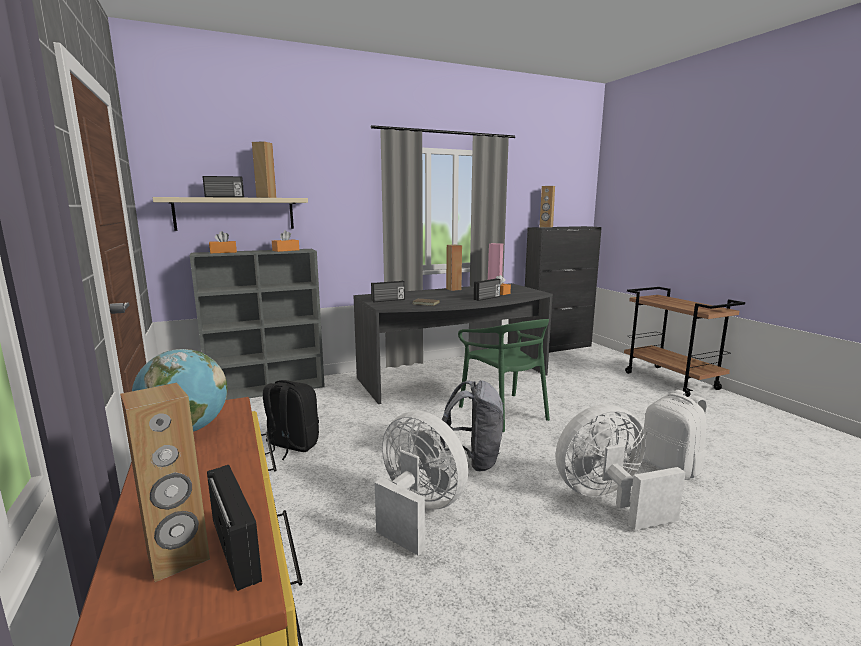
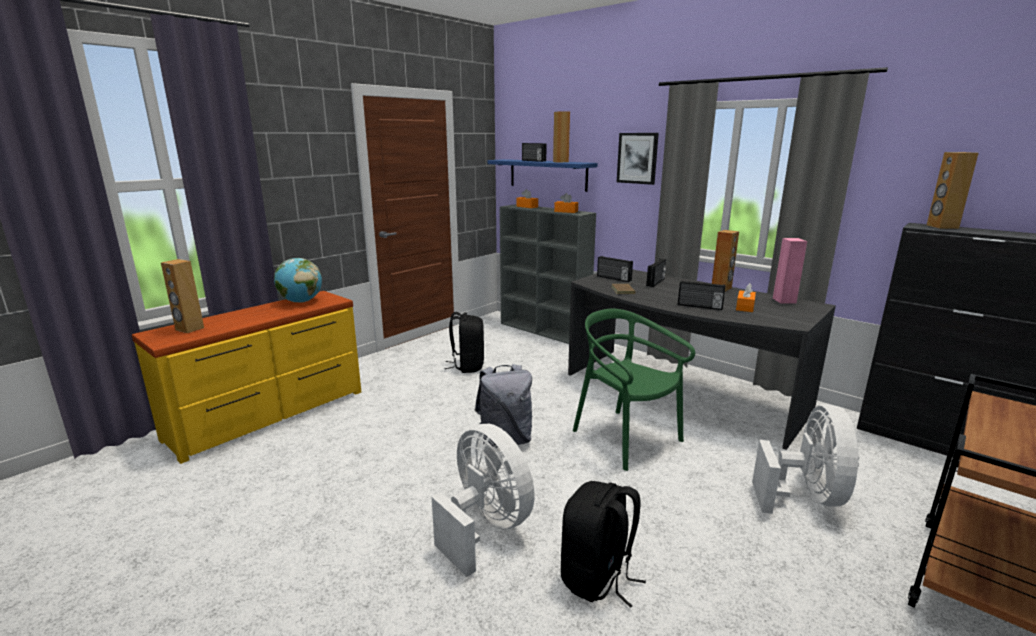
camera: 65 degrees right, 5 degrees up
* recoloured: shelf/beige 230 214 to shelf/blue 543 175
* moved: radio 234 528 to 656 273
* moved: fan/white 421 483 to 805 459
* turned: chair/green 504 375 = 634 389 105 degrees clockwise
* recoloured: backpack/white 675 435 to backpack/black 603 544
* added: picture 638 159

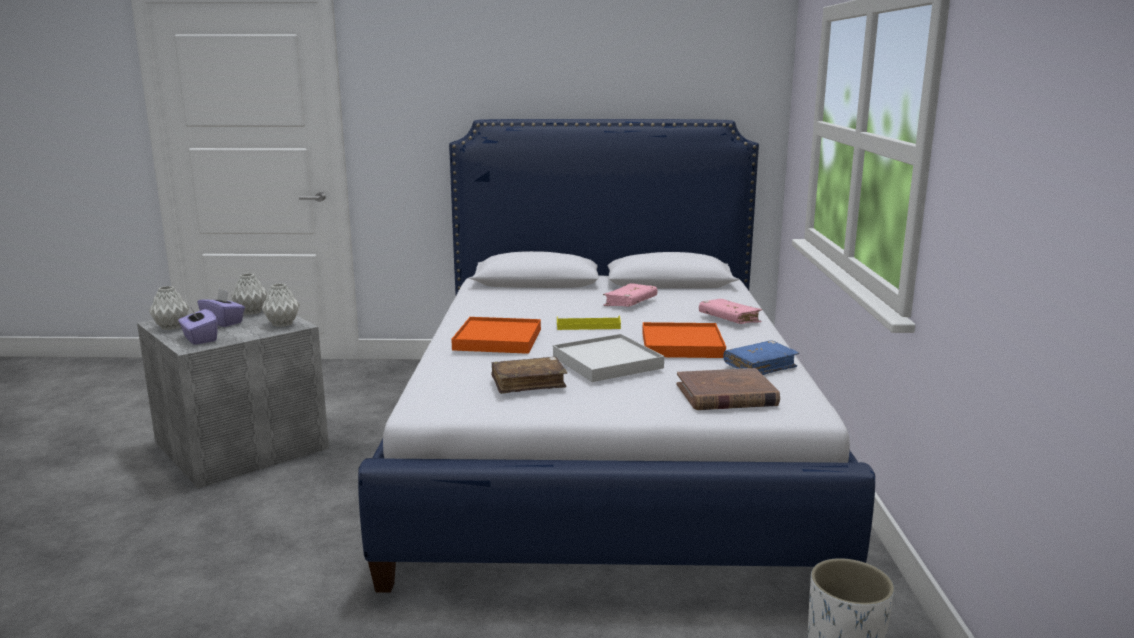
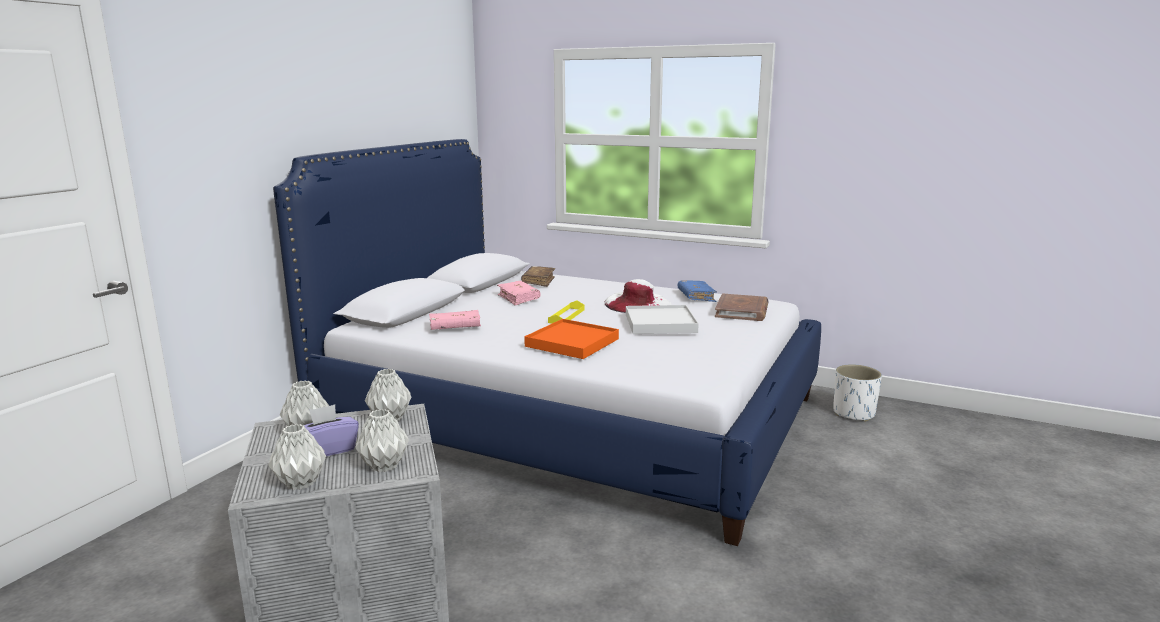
camera: 65 degrees left, 0 degrees up
* replaced: tissue box/purple 198 325 to vase/grey 382 440
* moved: book/brown 529 375 to 538 276
* replaced: tray/orange 684 340 to hat/white 638 296
* moved: book/pink 730 311 to 455 320

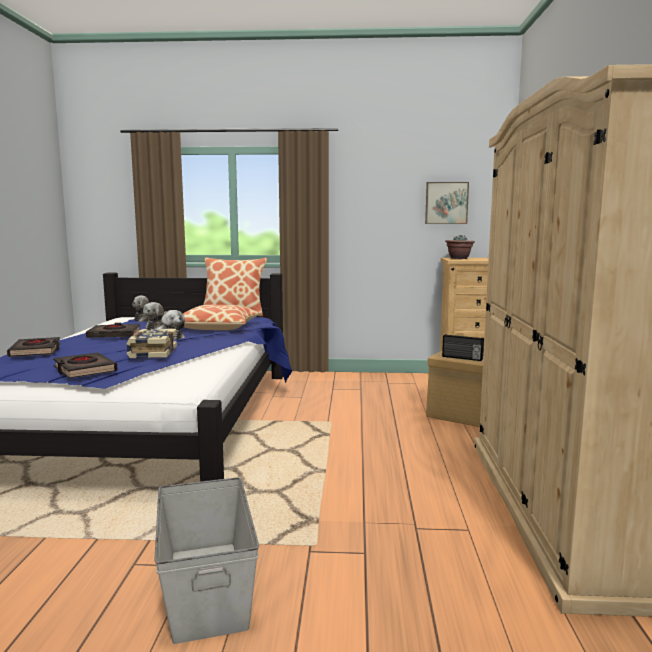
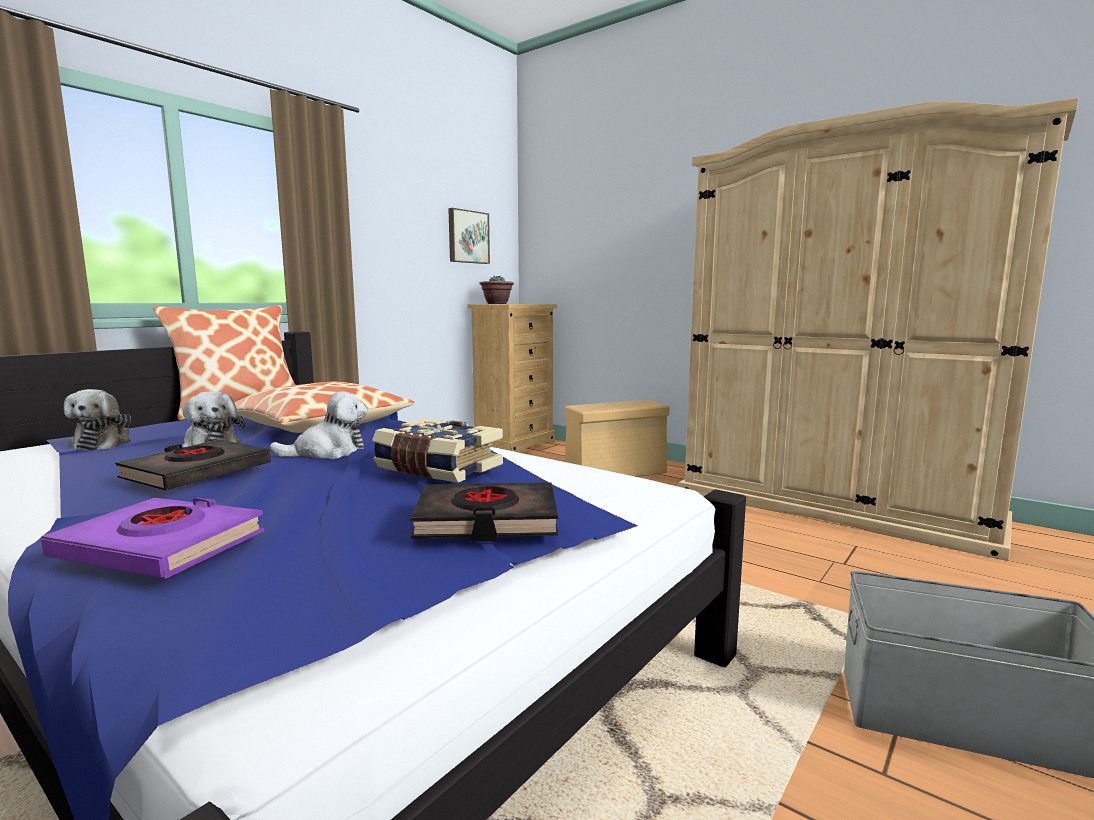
camera: 55 degrees left, 0 degrees up
* recoloured: book/black 34 347 to book/purple 152 538
* removed: radio 463 347

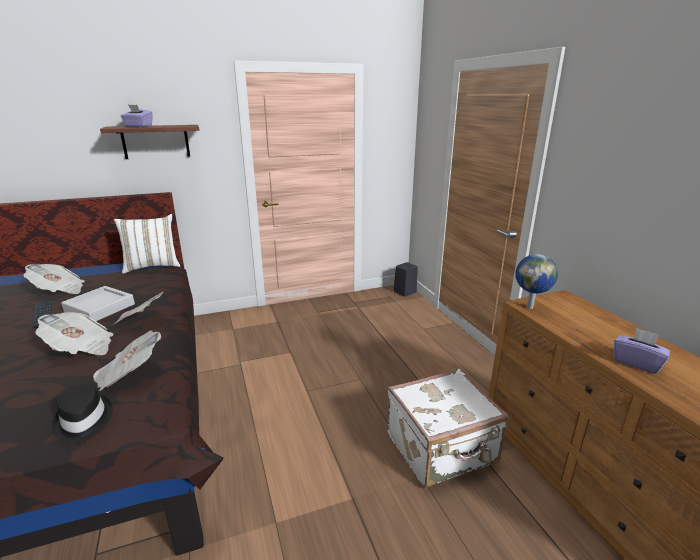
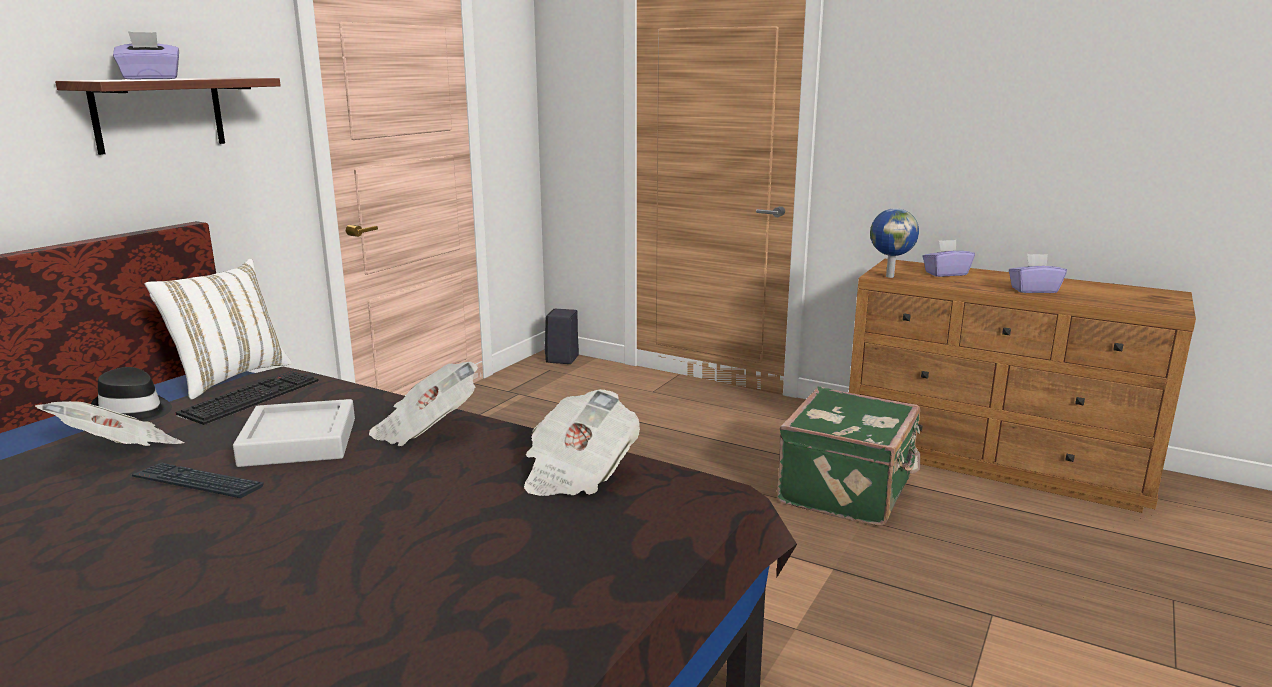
camera: 40 degrees left, 5 degrees down
* removed: newspaper 74 333
* moved: hat/black 82 413 to 131 394
* recoloured: suitcase/white 448 428 to suitcase/green 848 456
* added: keyboard 247 398
* added: tissue box/purple 948 258

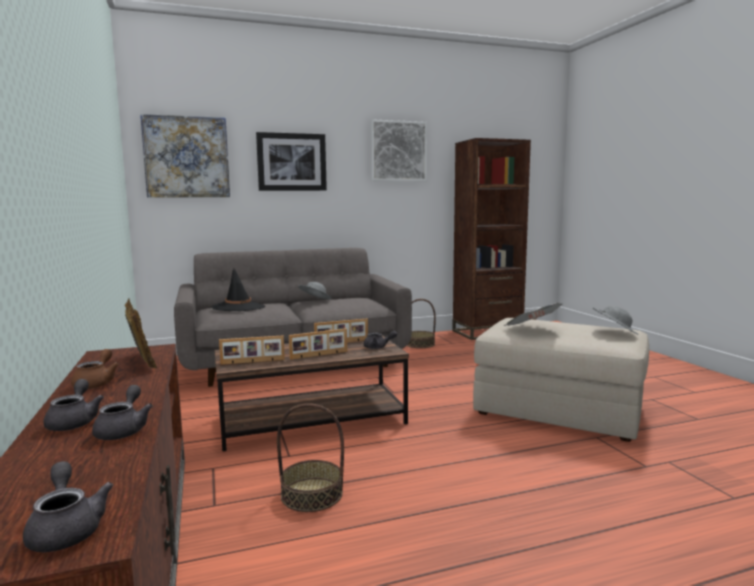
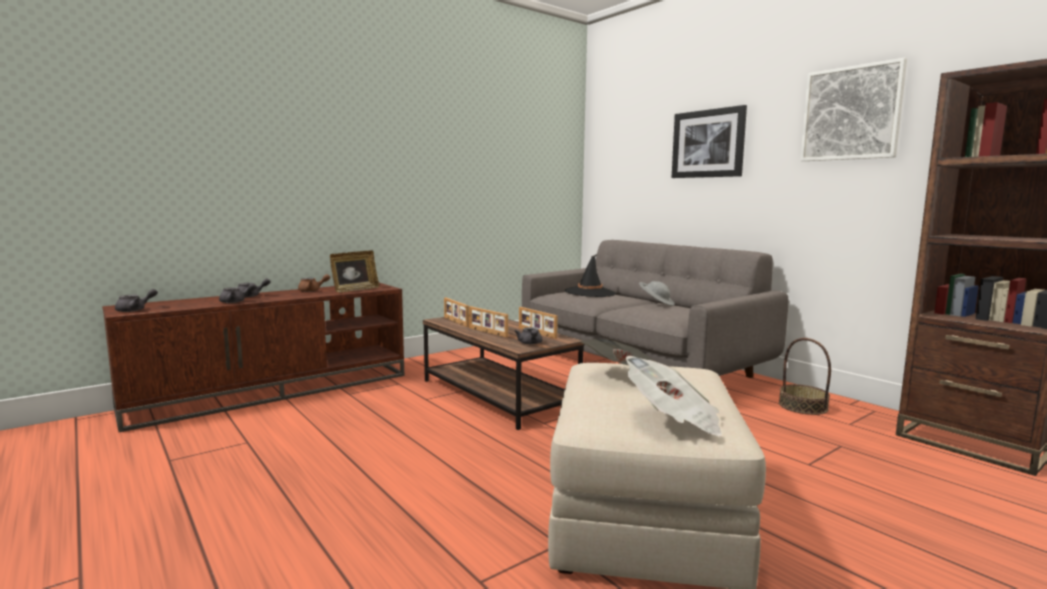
camera: 70 degrees right, 0 degrees up
* removed: picture 185 156
* removed: basket 310 457
* replaced: hat/grey 615 320 to newspaper 674 396

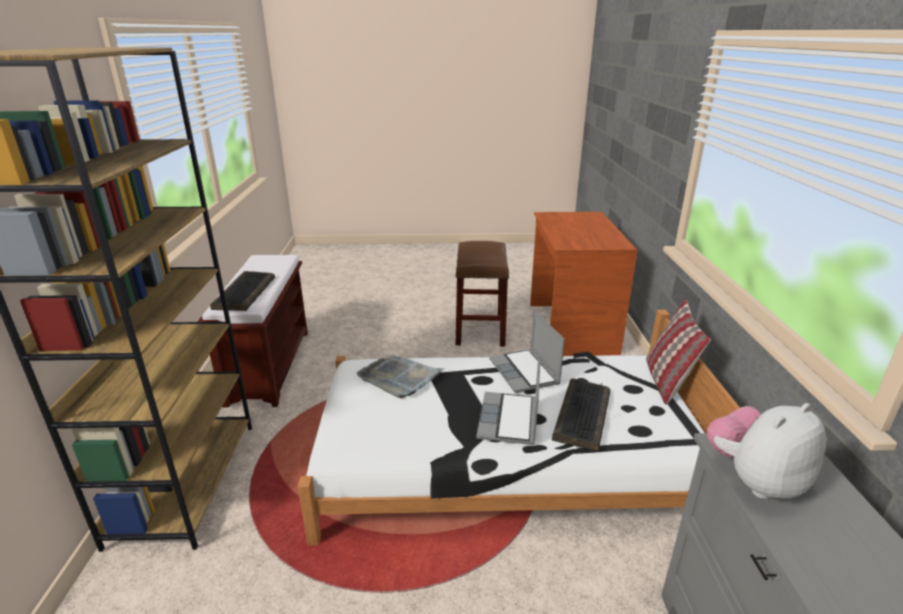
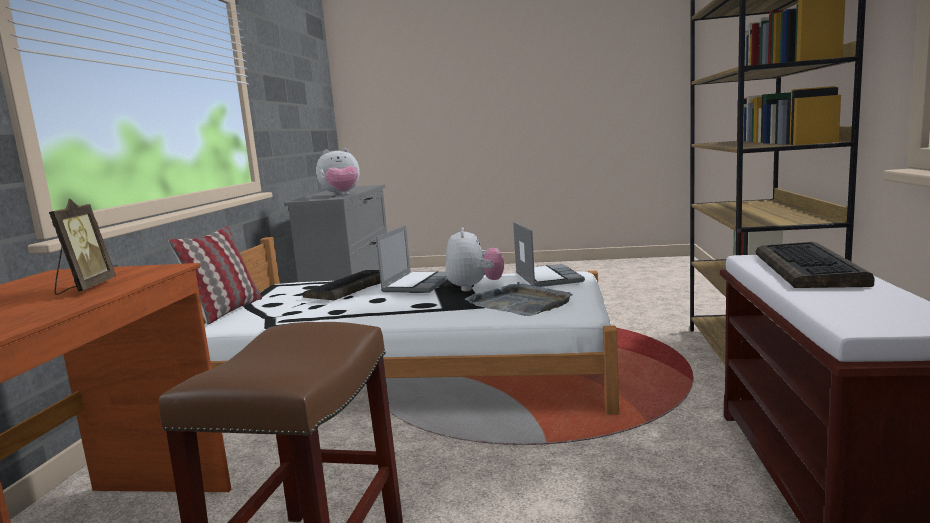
camera: 170 degrees left, 15 degrees down
* moved: laptop 527 351 to 549 254
* added: picture frame 82 246
* added: plush toy 474 259

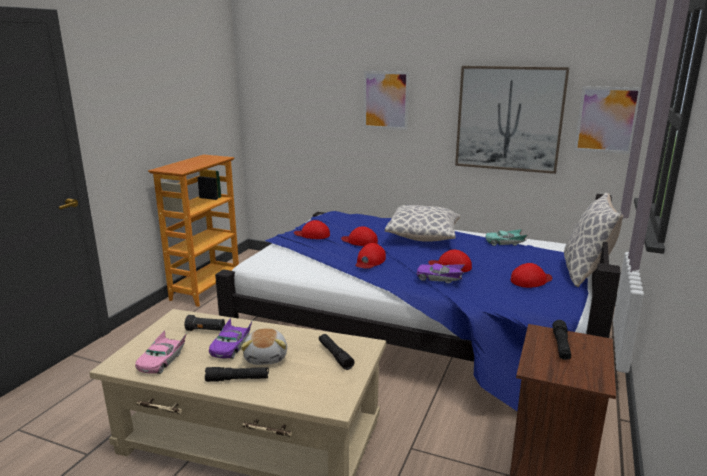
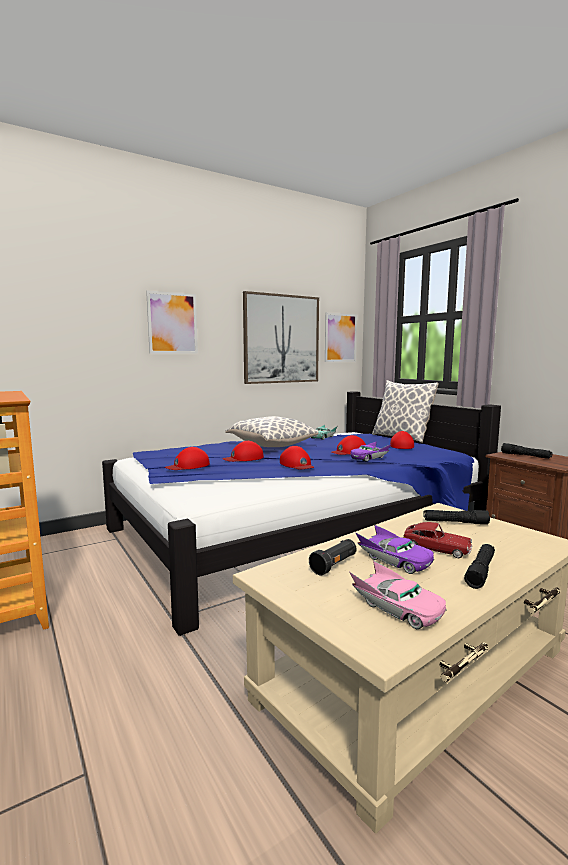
camera: 55 degrees left, 10 degrees down
* replaced: plush toy 264 346 to toy car 437 540

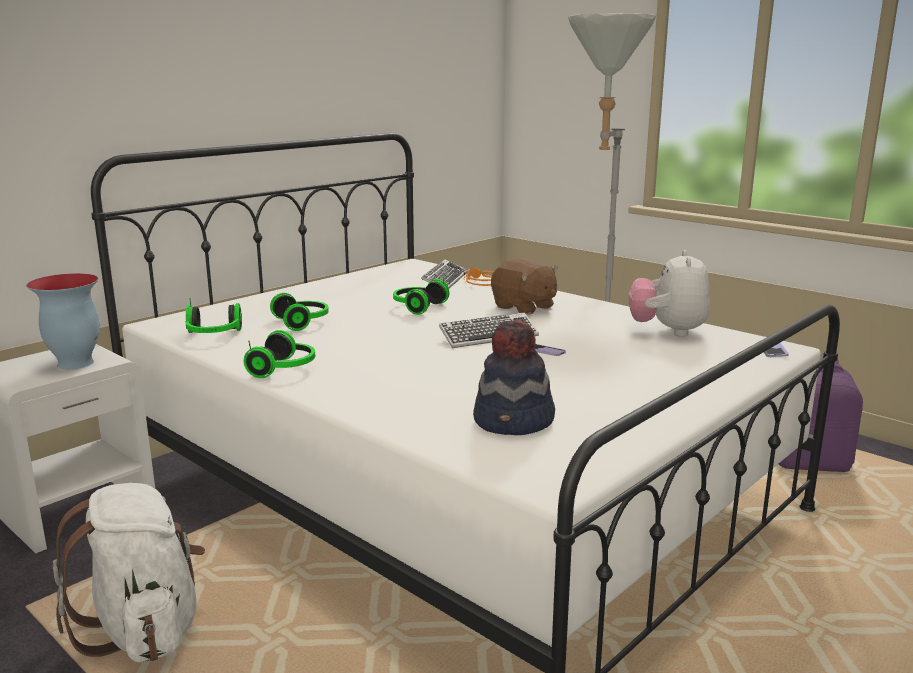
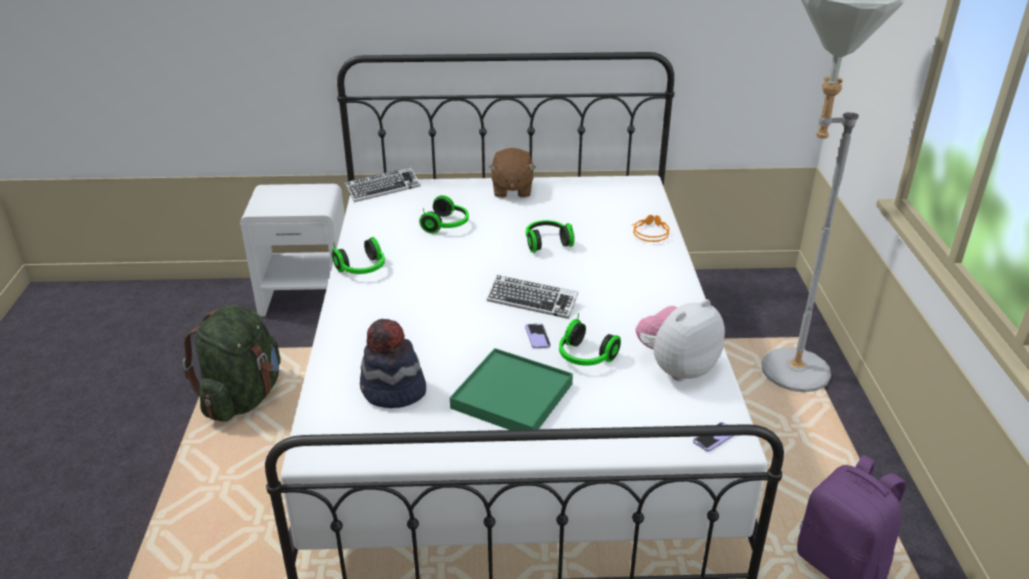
camera: 45 degrees right, 15 degrees up
* removed: vase 63 321
* recoloured: backpack/white 128 572 to backpack/green 232 363
* moved: headphones 214 315 to 590 339
* moved: keyboard 444 273 to 383 184
* moved: plush toy/brown 524 286 to 512 172
* added: tray/green 511 389

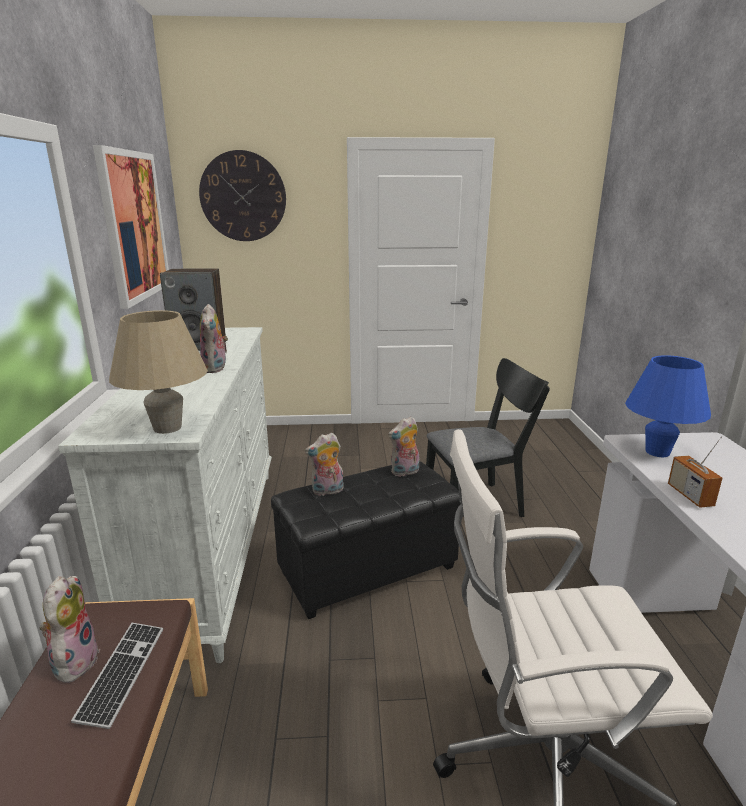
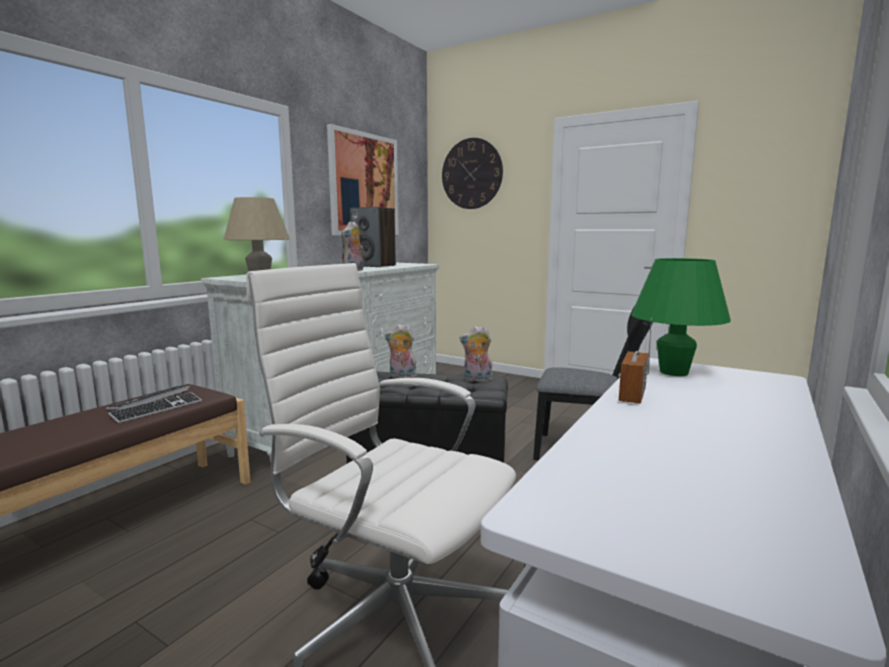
camera: 35 degrees right, 10 degrees down
* replaced: plush toy 70 629 to keyboard 148 398
* recoloured: table lamp/blue 668 406 to table lamp/green 681 317

